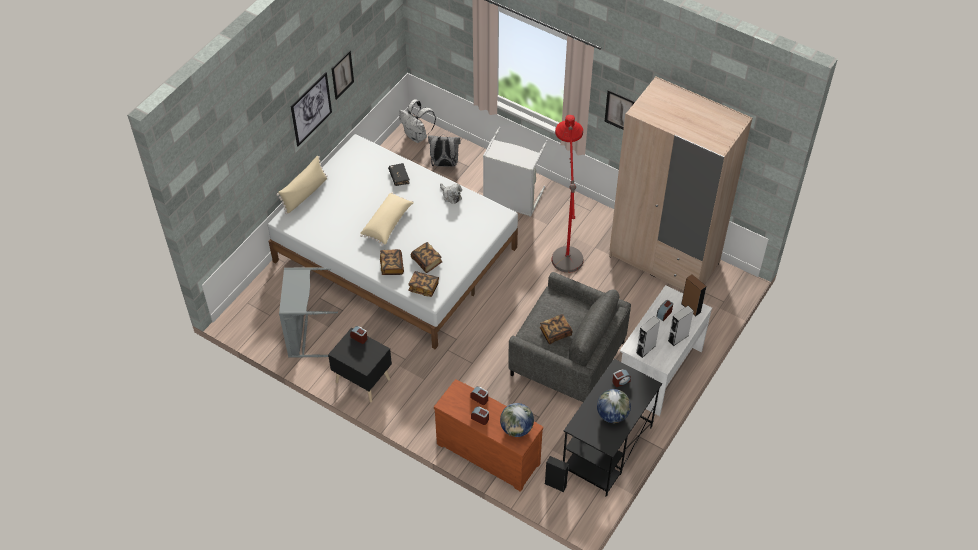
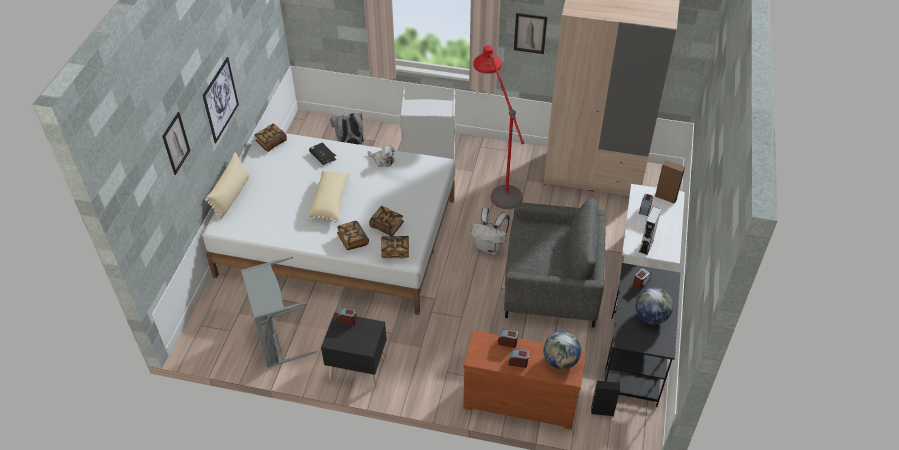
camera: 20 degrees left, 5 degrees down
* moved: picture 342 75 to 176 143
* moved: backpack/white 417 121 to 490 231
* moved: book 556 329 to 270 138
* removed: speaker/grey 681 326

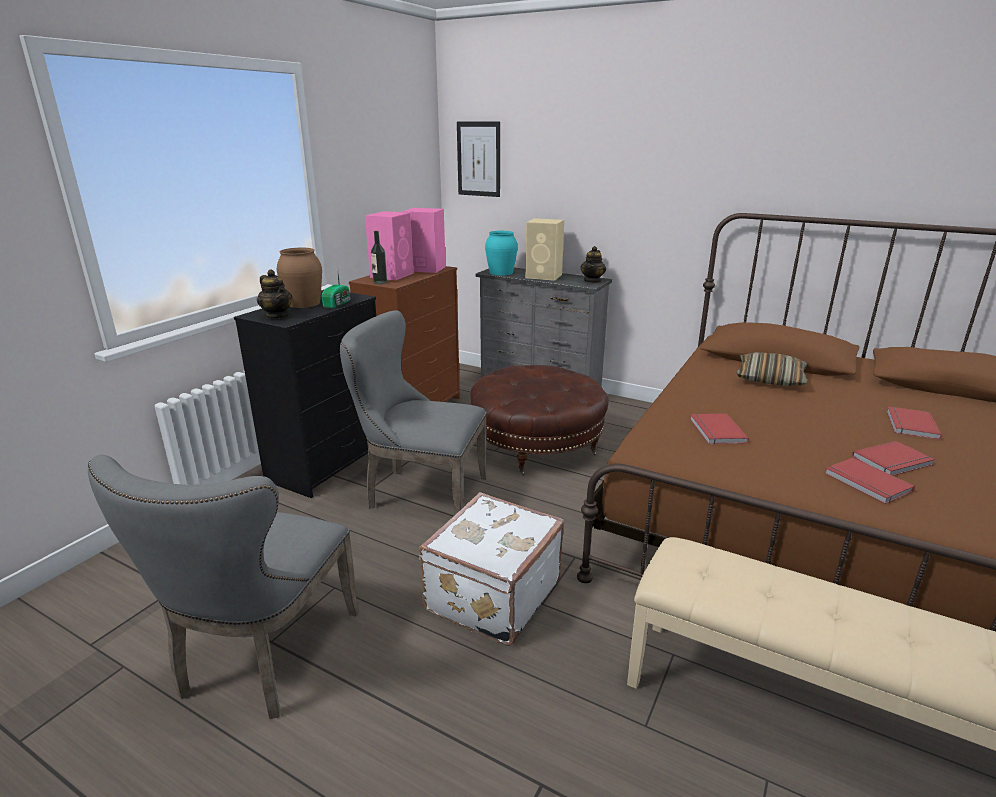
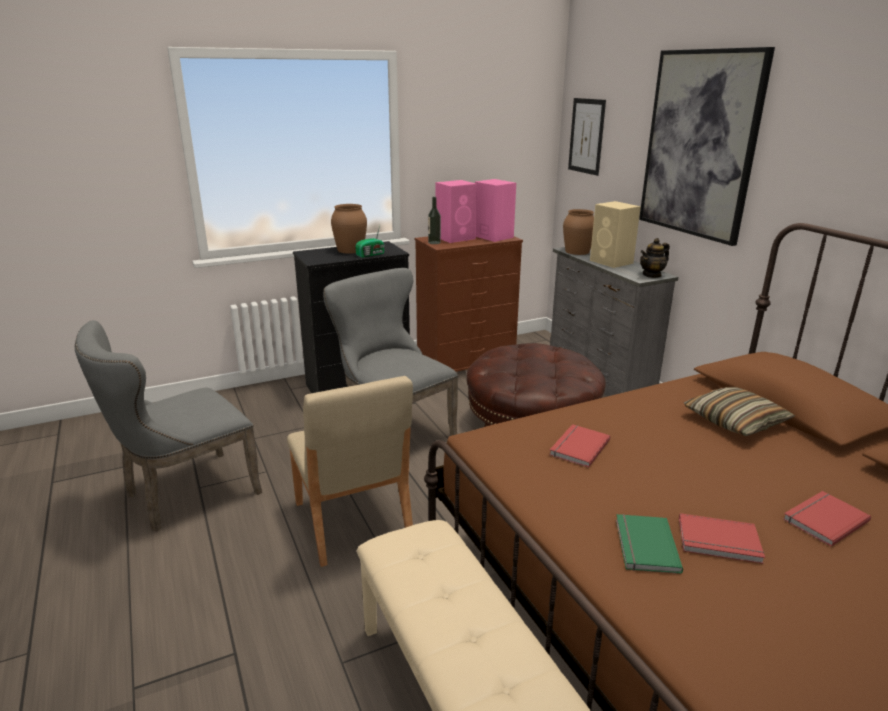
camera: 35 degrees right, 0 degrees up
* removed: teapot 274 294
* replaced: suitcase/white 491 569 to chair/beige 350 471
* recoloured: vase/turquoise 501 253 to vase/brown 578 232
* recoloured: book/red 869 481 to book/green 649 544
* added: picture 707 146

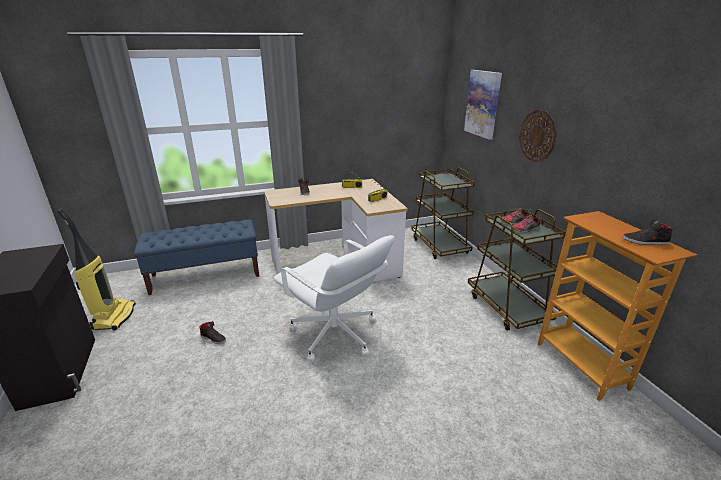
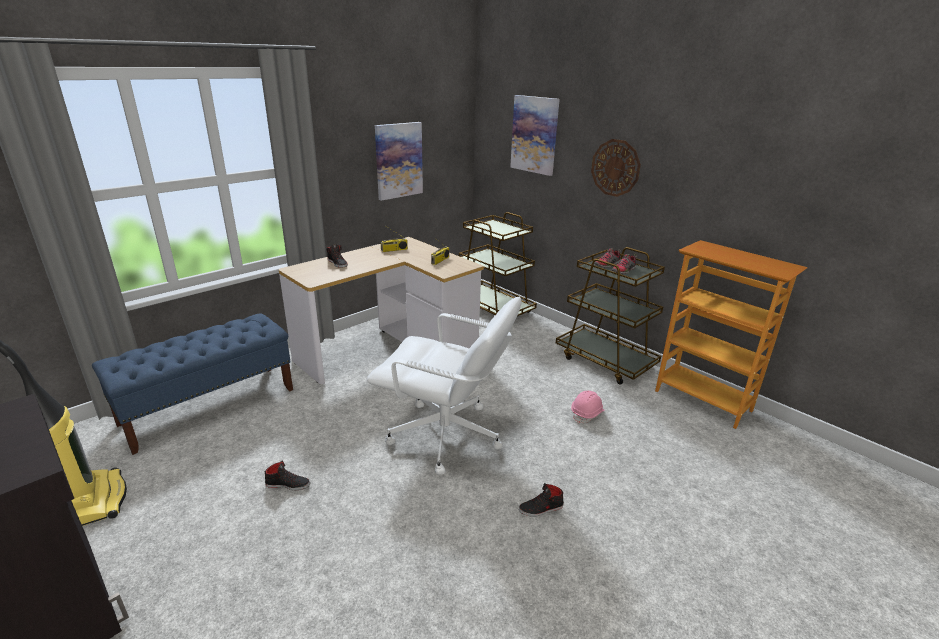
camera: 25 degrees left, 0 degrees up
* moved: shoe/black 648 232 to 541 499
* added: picture 399 161
* added: hard hat/pink 587 407

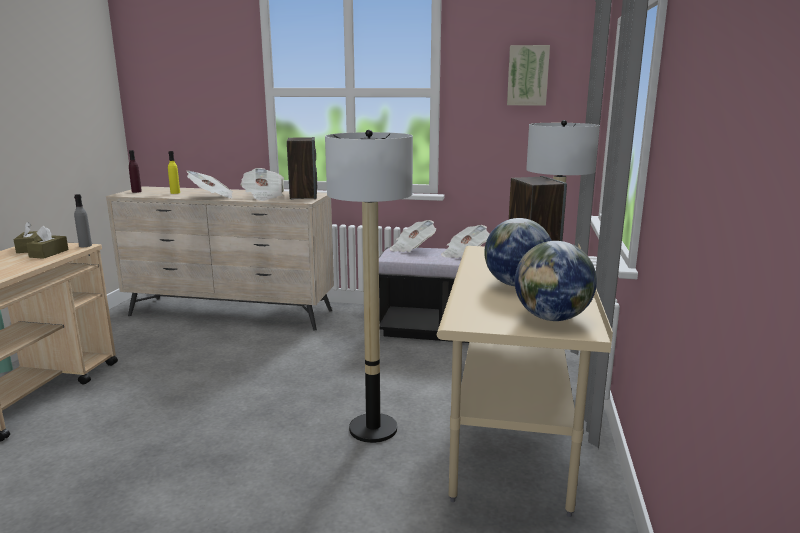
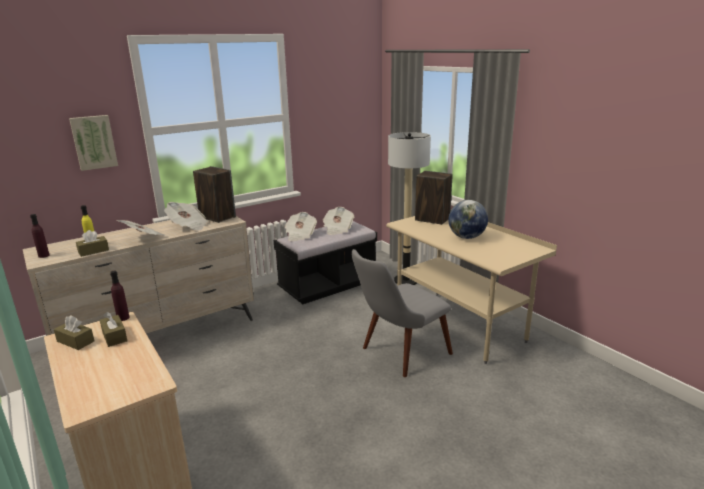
camera: 45 degrees left, 5 degrees up
* recoloured: bottle/grey 83 220 to bottle/purple 120 295
* replaced: floor lamp 369 286 to chair/grey 402 313
* moved: picture 528 75 to 93 143
* removed: globe 556 281
* added: tissue box/brown 92 243

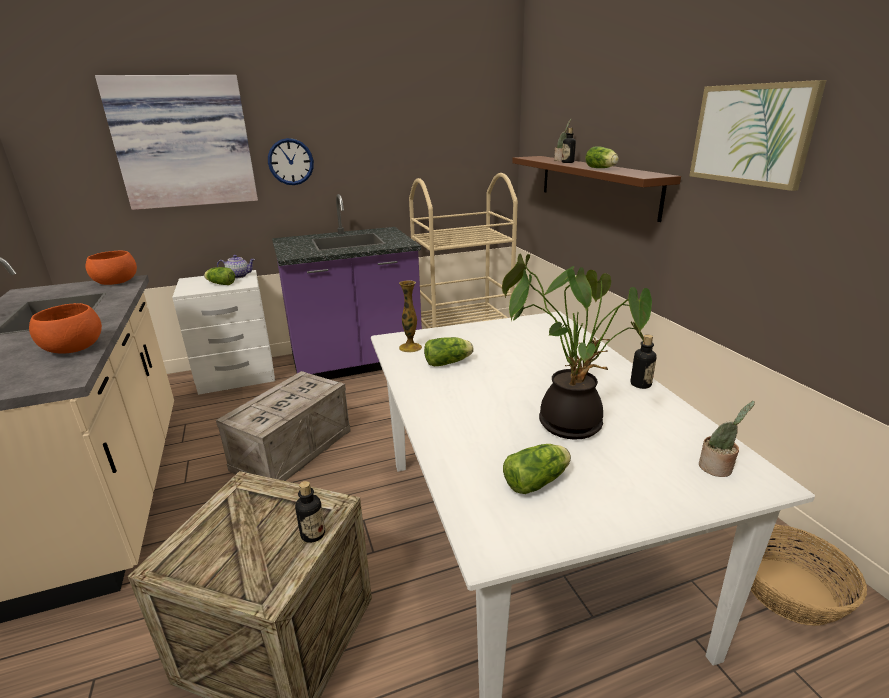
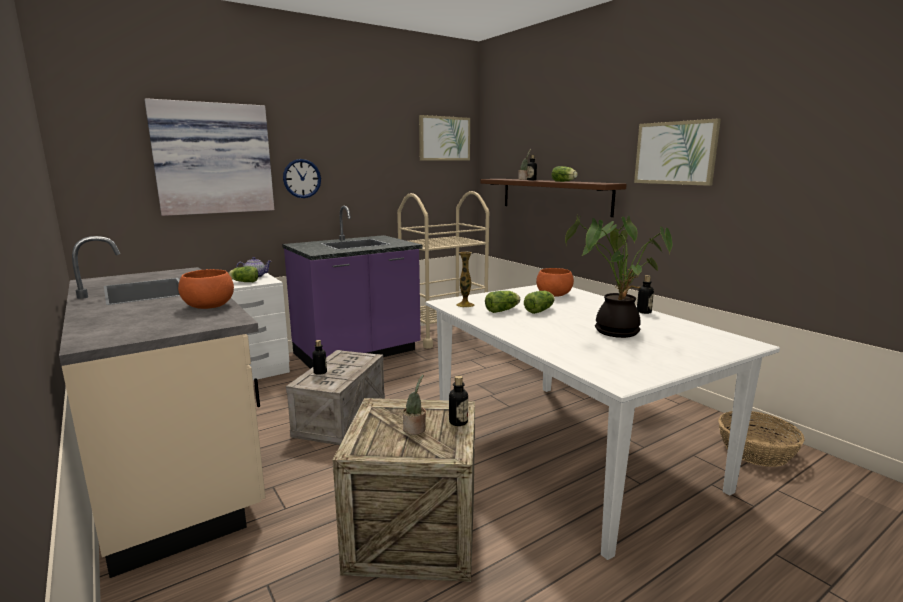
camera: 15 degrees left, 10 degrees down
* moved: bowl/orange 111 268 to 555 282
* moved: lettuce 537 469 to 539 302
* moved: potted plant 727 439 to 414 405
* added: bottle 319 357
* added: picture 444 138

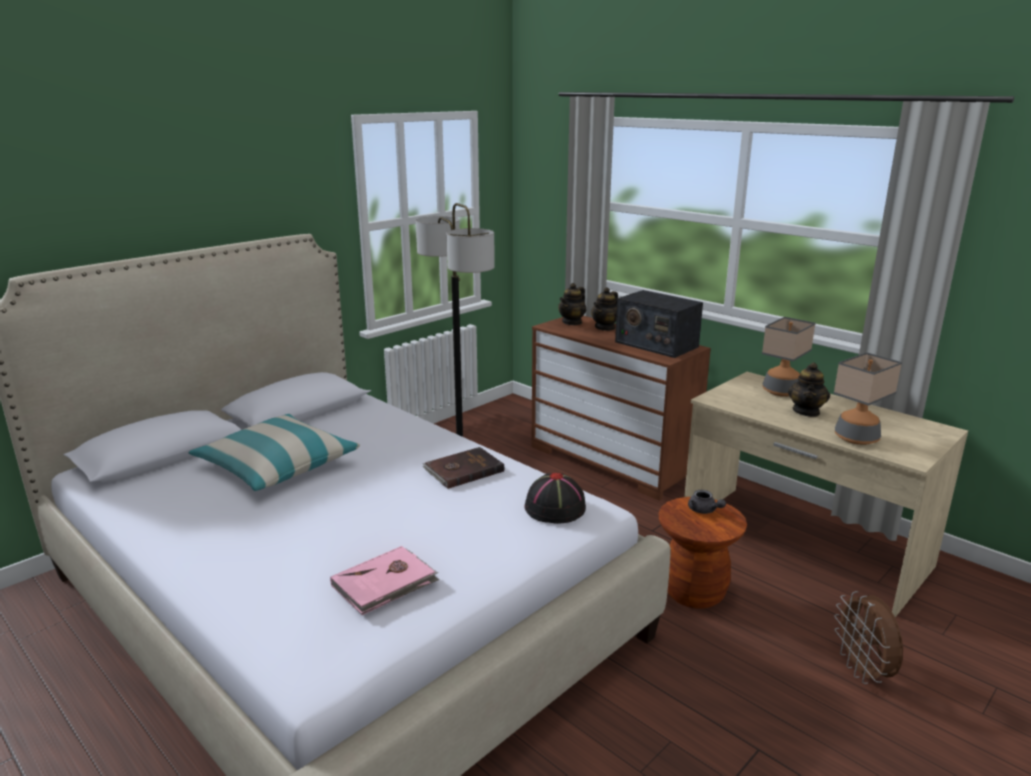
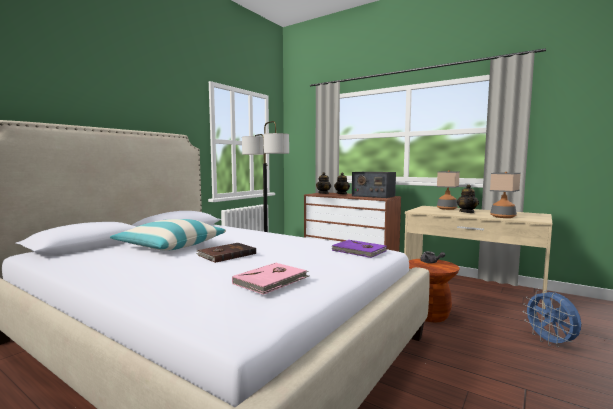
camera: 10 degrees left, 15 degrees down
* moved: book/brown 463 468 to 226 253
* replaced: hat/black 555 498 to book/purple 359 249
* recoloured: fan/brown 868 637 to fan/blue 551 318

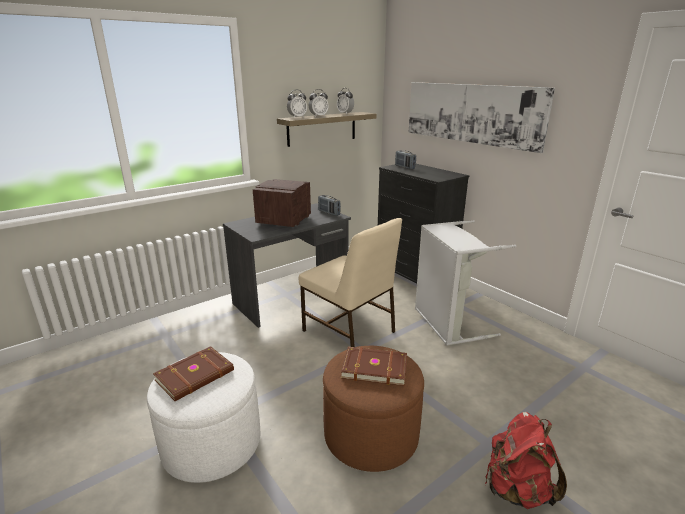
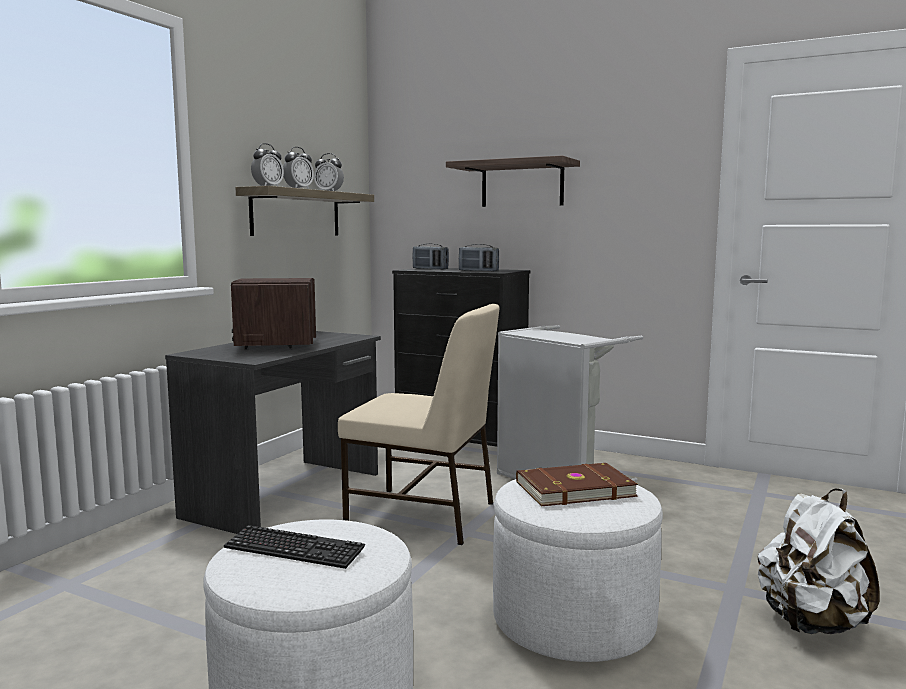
camera: 25 degrees left, 15 degrees down
* replaced: book/brown 193 373 to keyboard 294 547
* moved: radio 329 205 to 479 258
* recoloured: ottoman/brown 373 409 to ottoman/white 578 570
* replaced: picture 482 117 to shelf 513 181
* recoloured: backpack/red 526 460 to backpack/white 819 561

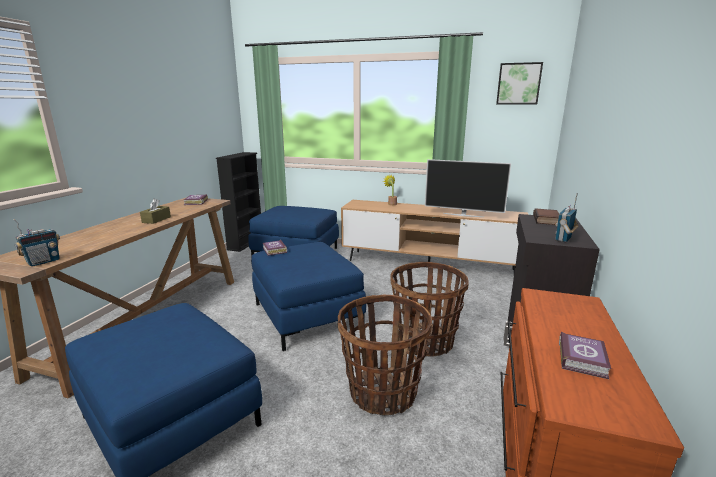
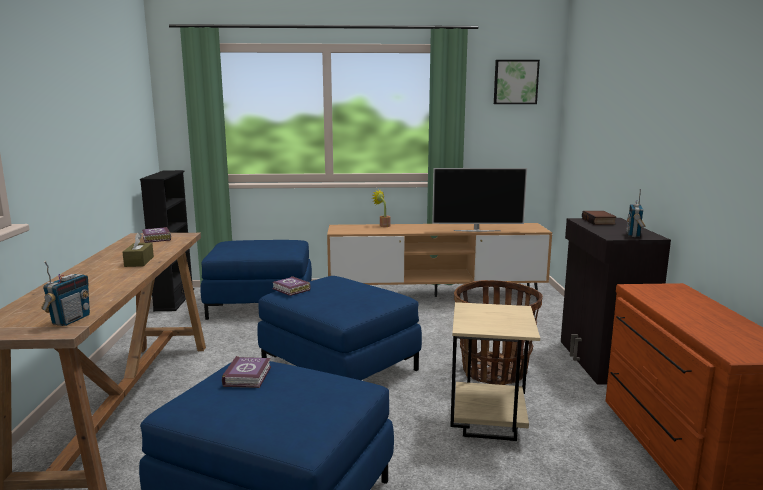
camera: 20 degrees left, 5 degrees down
* replaced: basket 385 355 to side table/beige 495 371
* moved: book 585 355 to 246 372

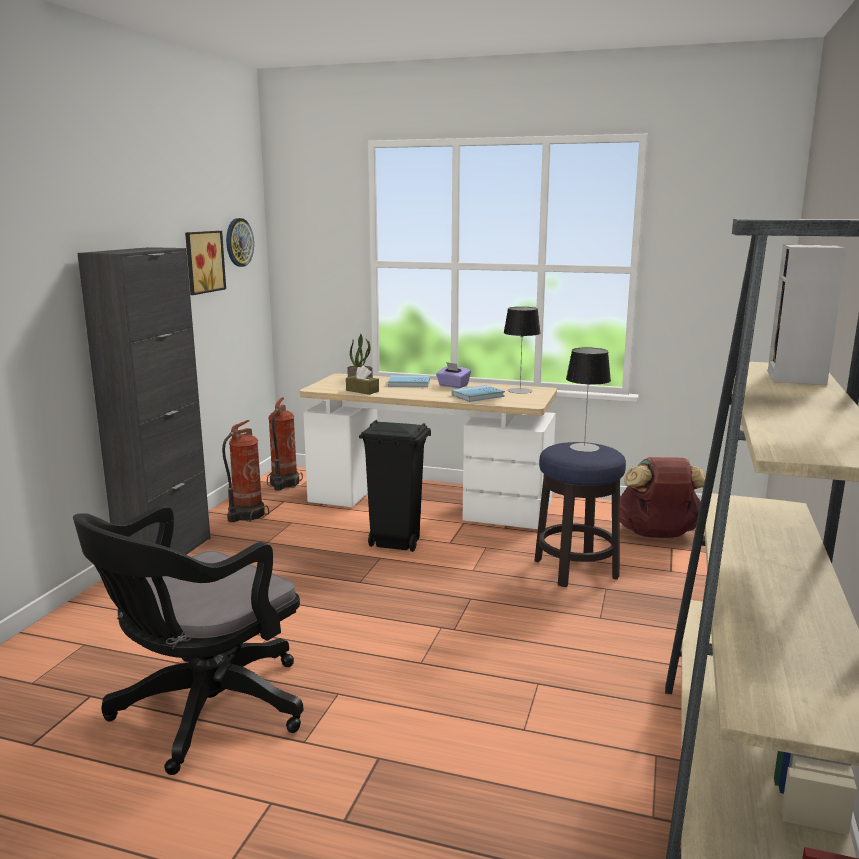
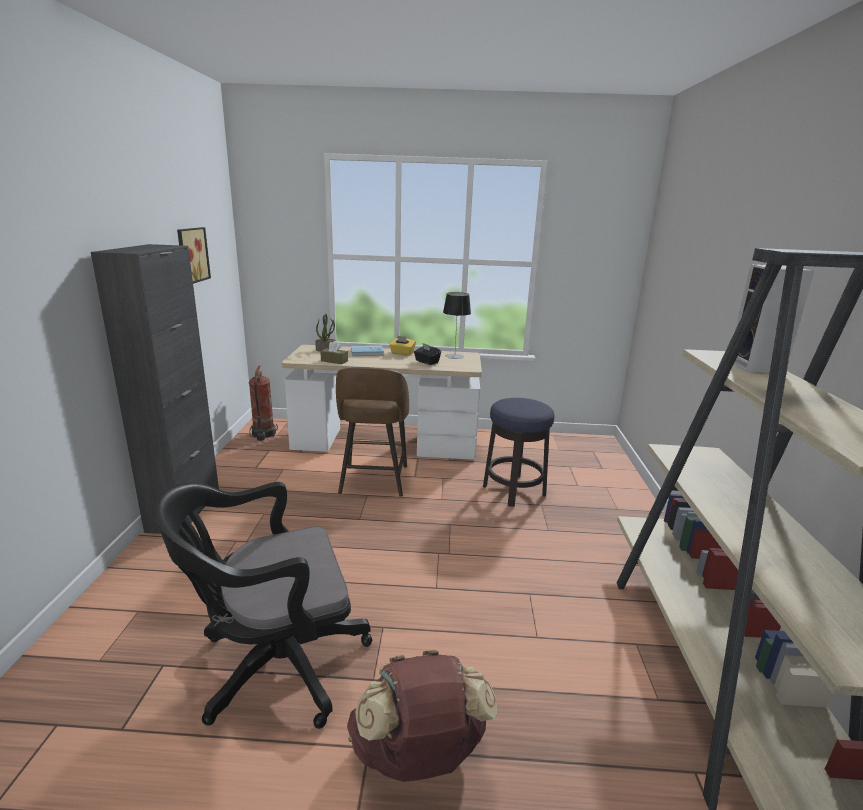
camera: 15 degrees left, 5 degrees up
* turned: office chair/black 188 640 = 262 605 45 degrees clockwise
* removed: fire extinguisher 245 471
* removed: wall clock 240 242
* replaced: trash can/black 395 486 to stool/brown 372 432
* recoloured: tissue box/purple 453 375 to tissue box/yellow 402 346
* replaced: book/blue 478 393 to tissue box/black 427 354
* removed: table lamp 588 399
* moved: backpack/brown 663 497 to 422 716

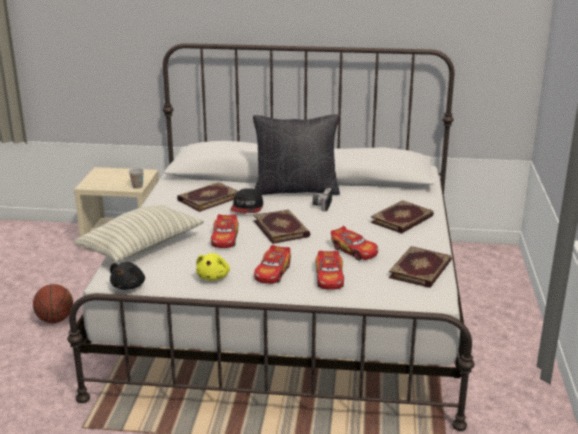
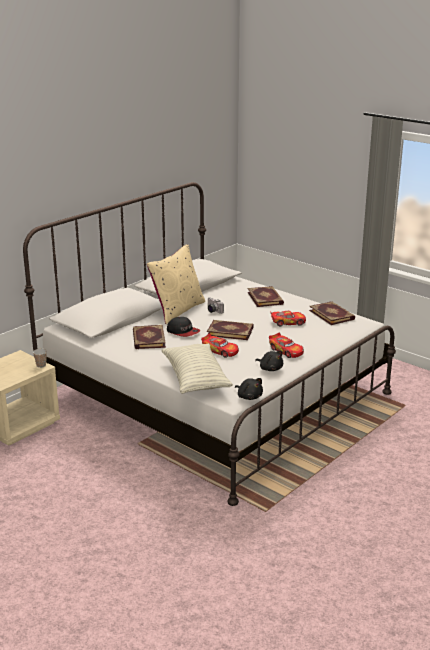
camera: 55 degrees left, 0 degrees up
* removed: basketball 53 303
* recoloured: plush toy/yellow 213 267 to plush toy/black 269 360
* recoloured: pillow/black 296 154 to pillow/beige 176 284
* removed: toy car 329 270

